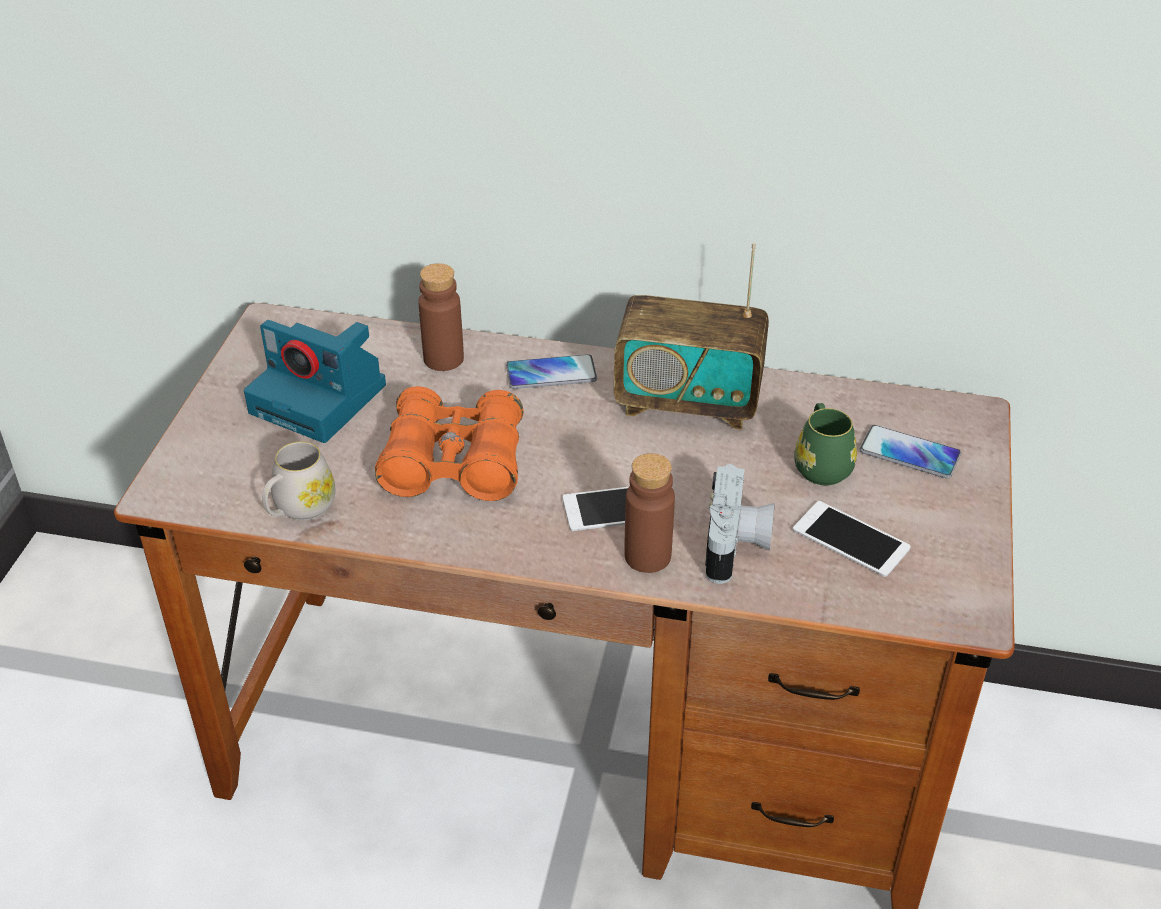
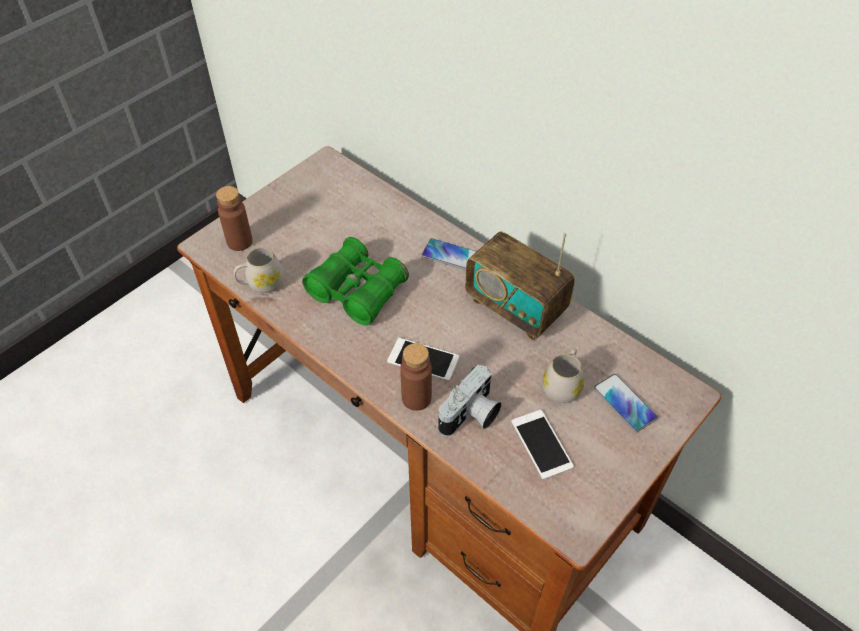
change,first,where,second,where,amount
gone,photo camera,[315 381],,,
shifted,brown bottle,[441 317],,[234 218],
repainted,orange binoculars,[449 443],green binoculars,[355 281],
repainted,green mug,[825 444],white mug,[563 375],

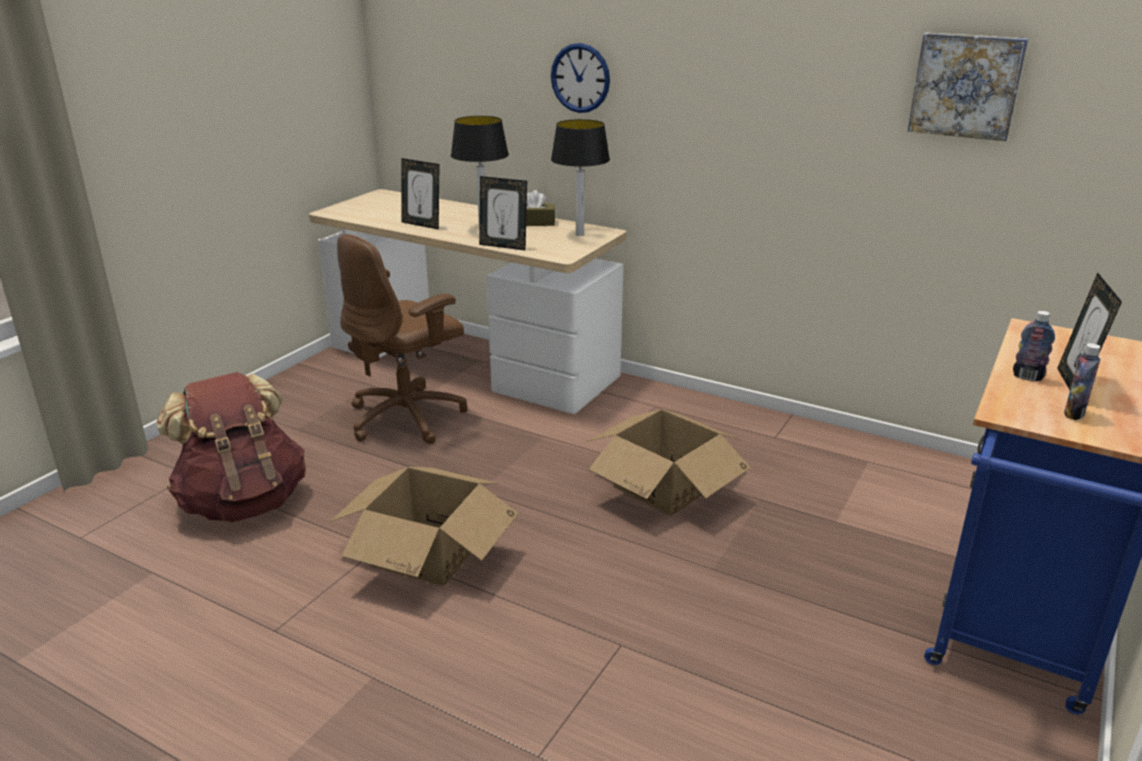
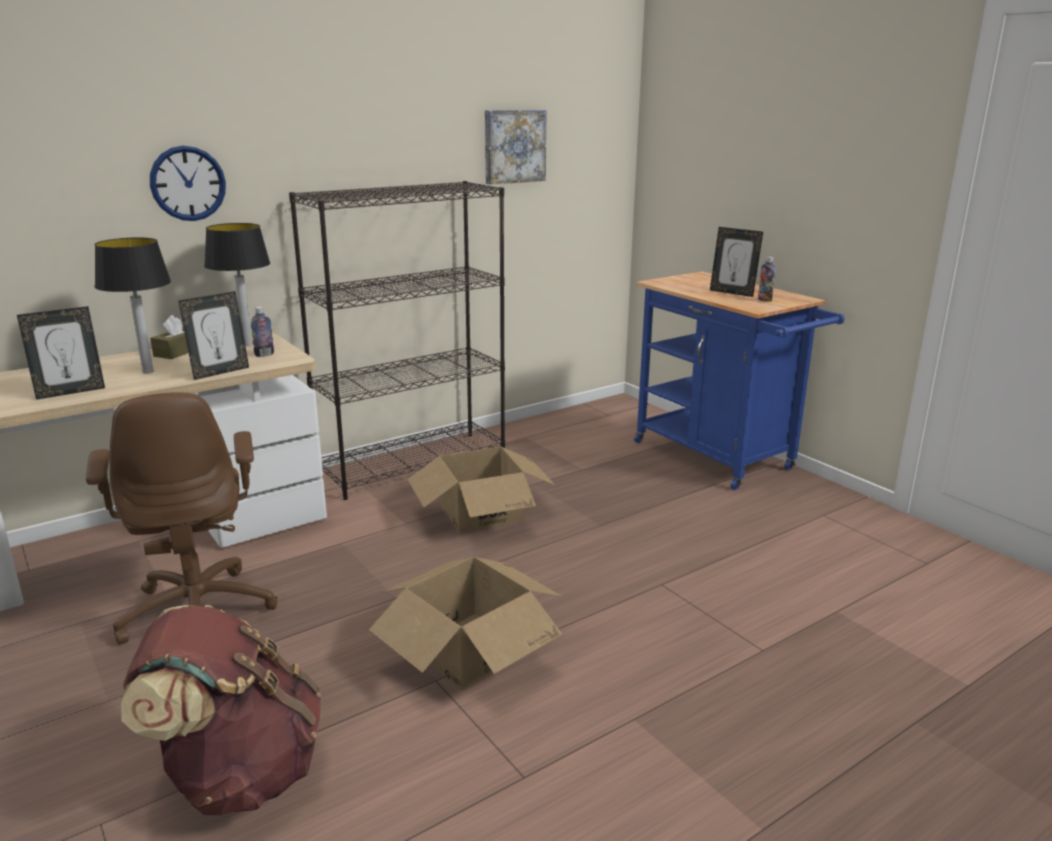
change,first,where,second,where,amount
new,,,black bookcase,[397 340],
shifted,bottle,[1034 346],,[262 332],

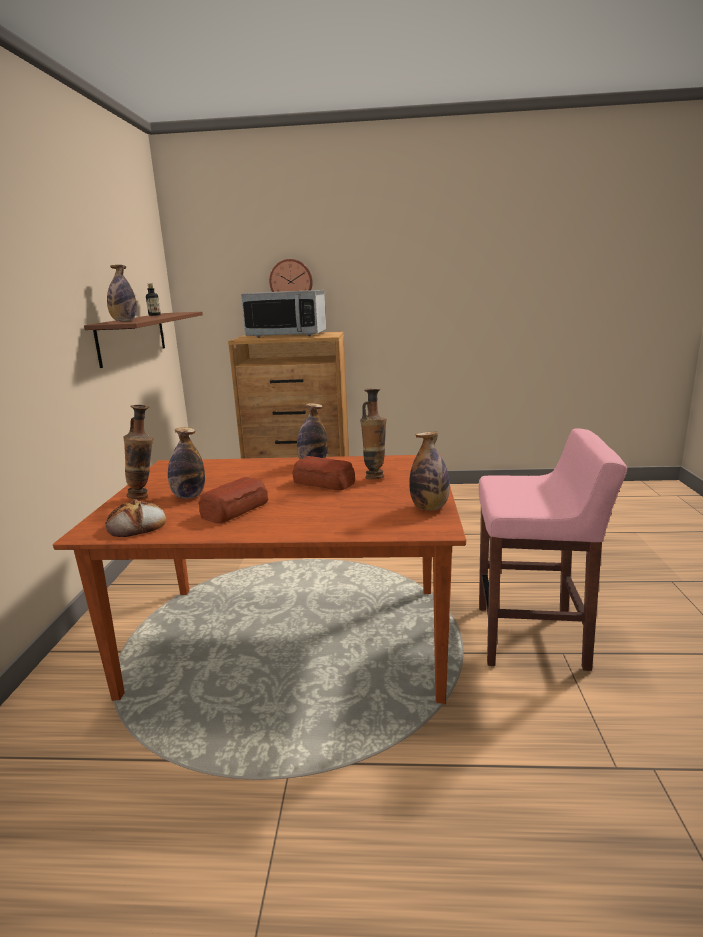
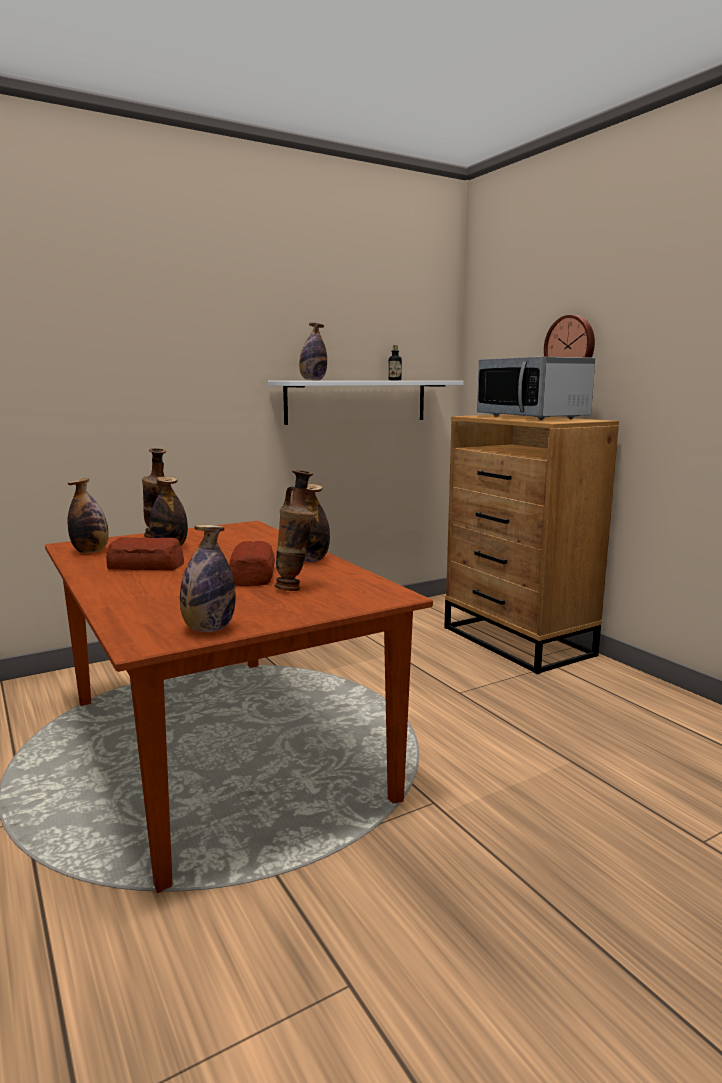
change,first,where,second,where,amount
gone,pink stool,[553 549],,,
swapped,bread,[135 518],bottle,[88 515],
repainted,brown shelf,[143 340],white shelf,[365 403],

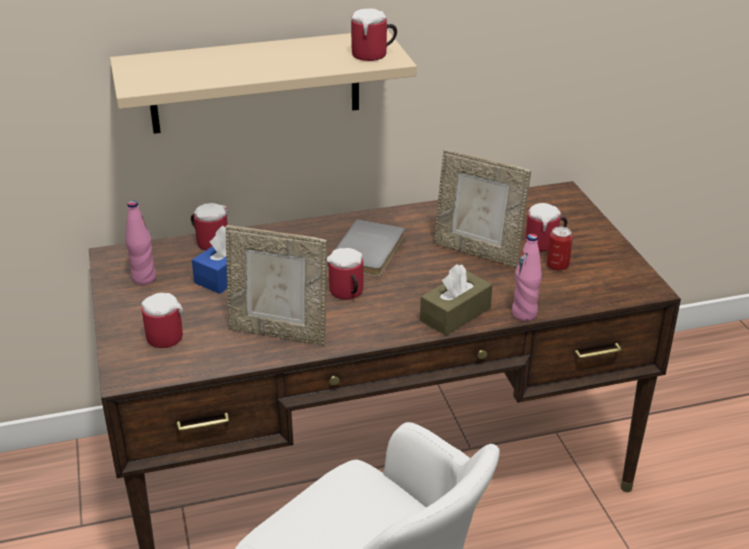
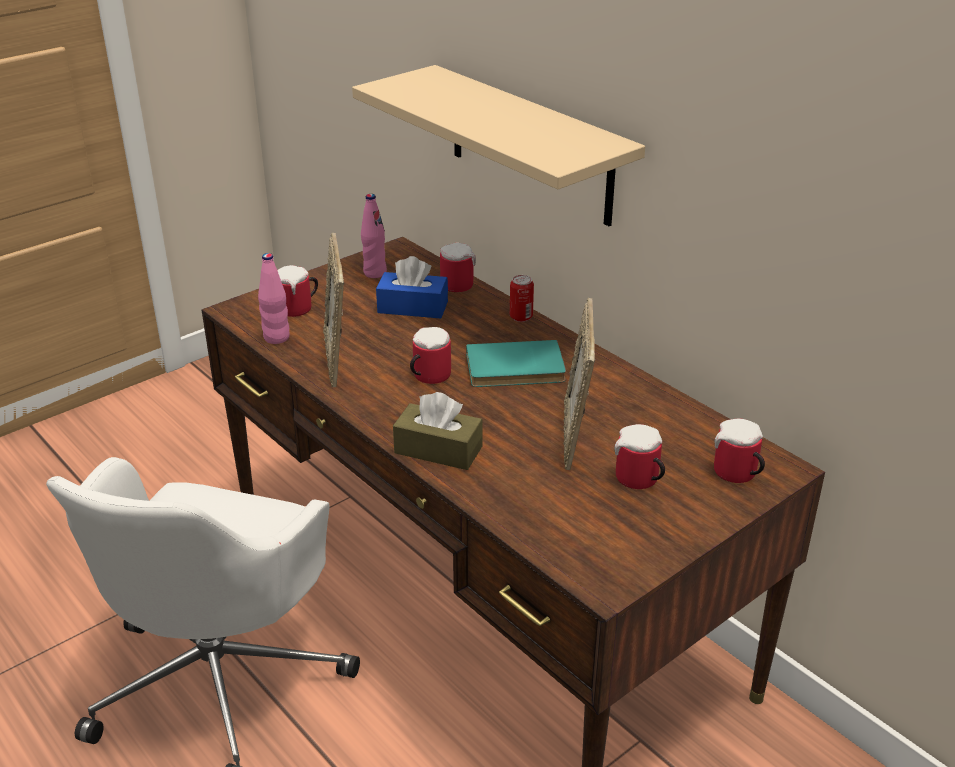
change,first,where,second,where,amount
shifted,mug,[374 35],,[739 451],
shifted,pink bottle,[527 277],,[274 298],
shifted,can,[560 249],,[522 298],
repainted,grey book,[366 248],turquoise book,[516 363],

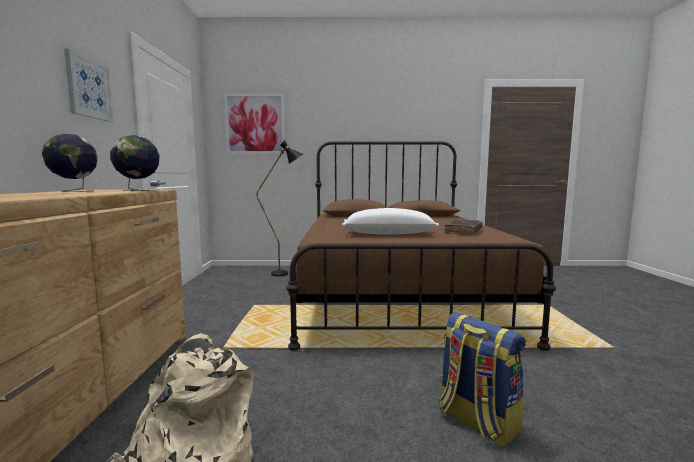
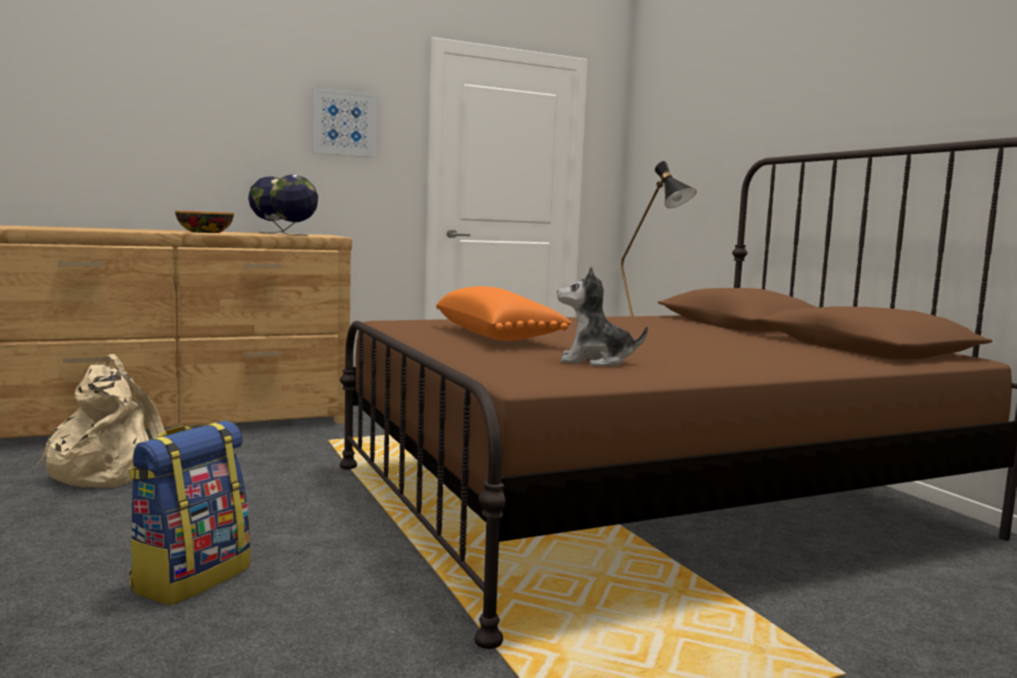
change,first,where,second,where,amount
gone,picture,[254 123],,,
new,,,bowl,[204 222],
swapped,brown book,[463 227],plush toy,[602 316],
repainted,white pillow,[390 221],orange pillow,[504 313],

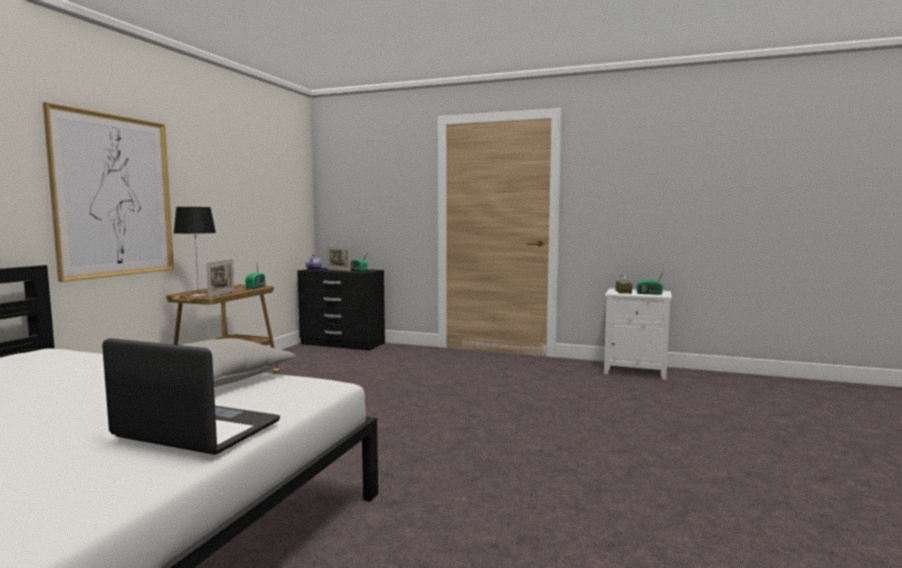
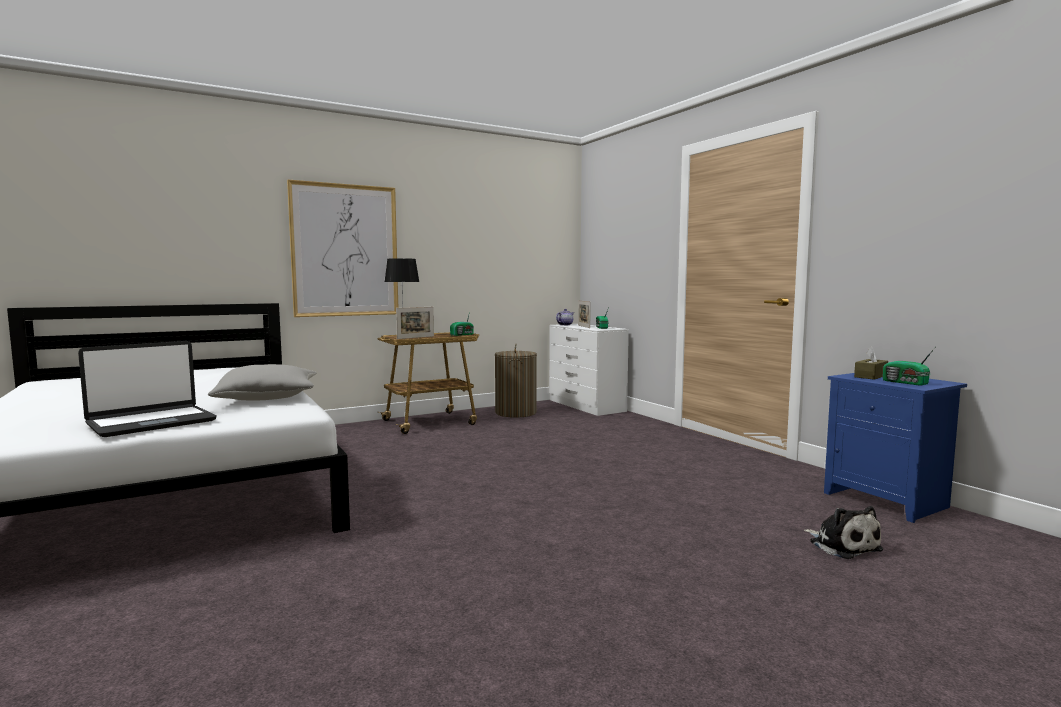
change,first,where,second,where,amount
new,,,laundry basket,[516 381],
new,,,plush toy,[843 532],
repainted,black dresser,[341 309],white dresser,[589 370],
repainted,white nightstand,[638 334],blue nightstand,[895 448],
rotated,laptop,[191 396],,[147 389],75 degrees clockwise

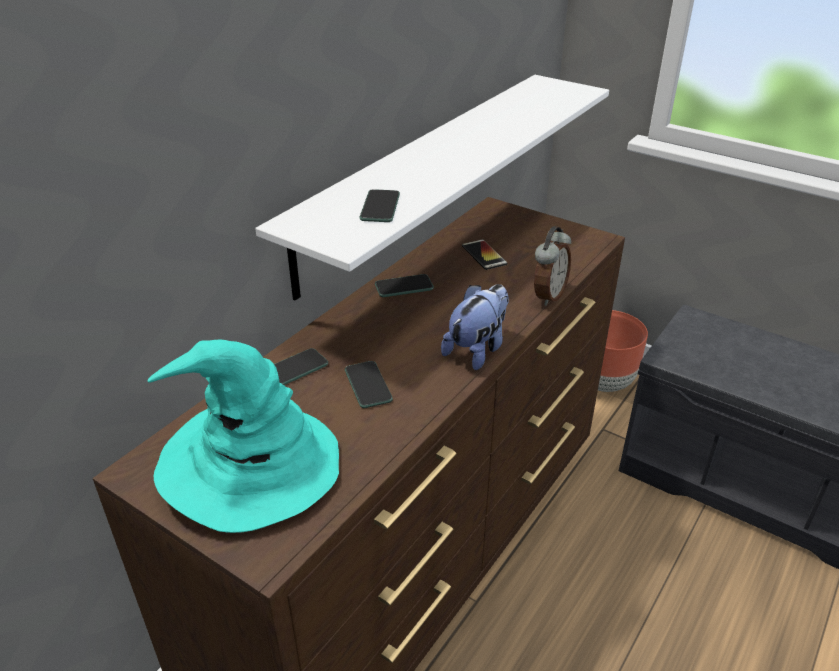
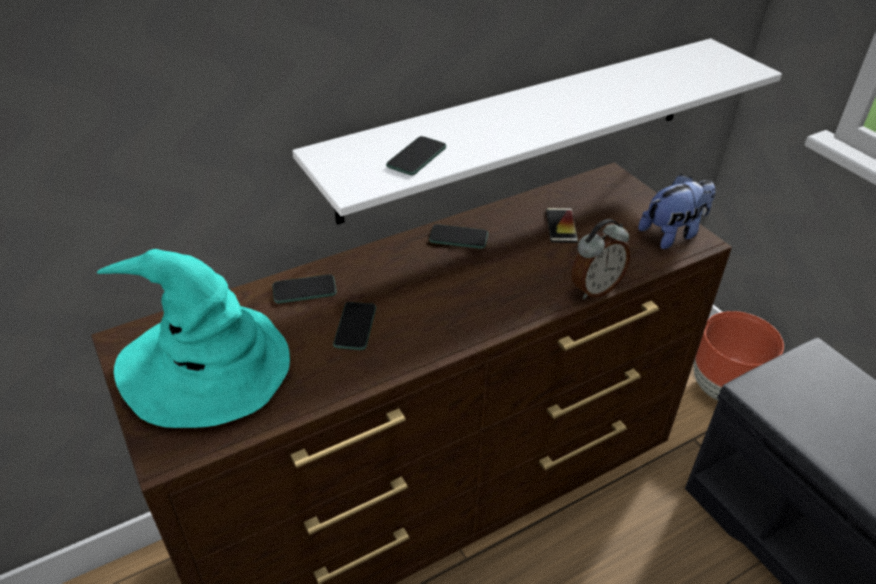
change,first,where,second,where,amount
shifted,plush toy,[475 327],,[677 211],

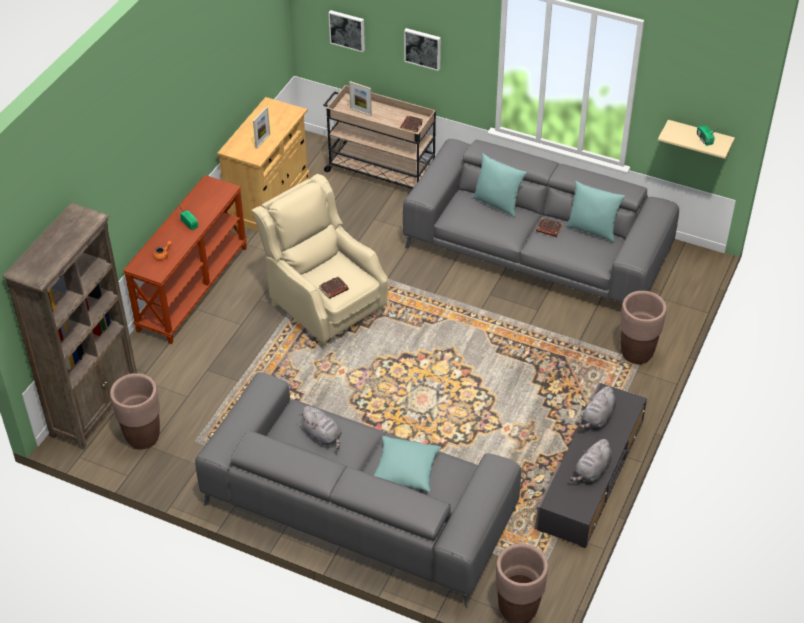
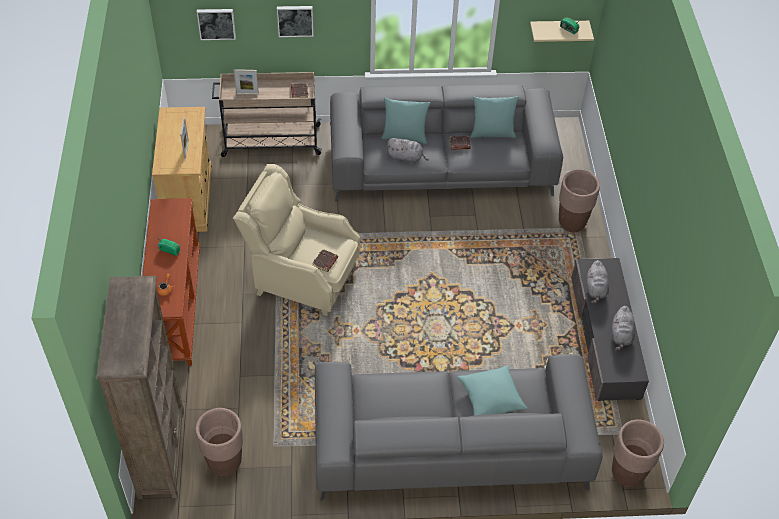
change,first,where,second,where,amount
shifted,grey plush toy,[320 427],,[408 150],

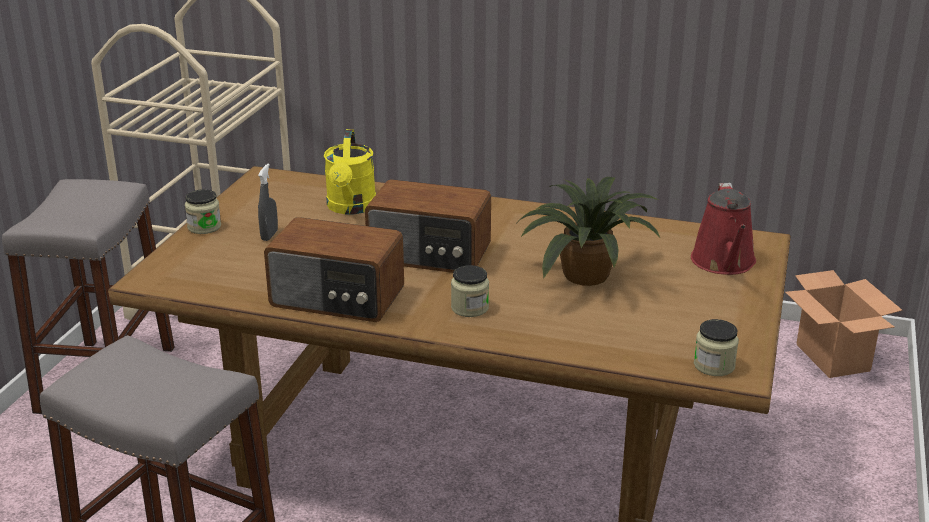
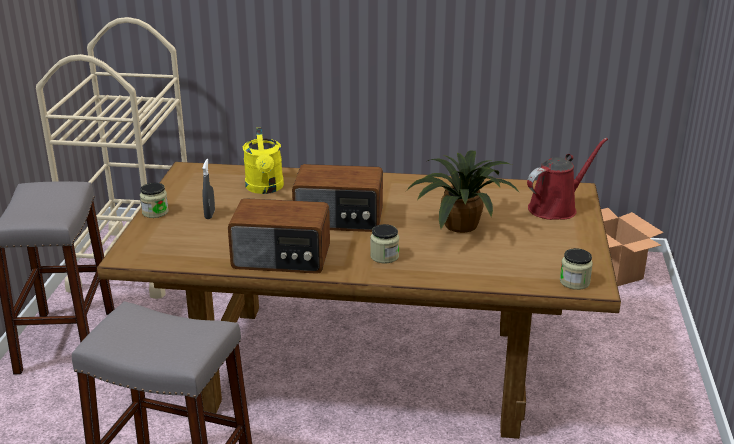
change,first,where,second,where,amount
rotated,red watering can,[723 229],,[567 179],120 degrees counterclockwise

